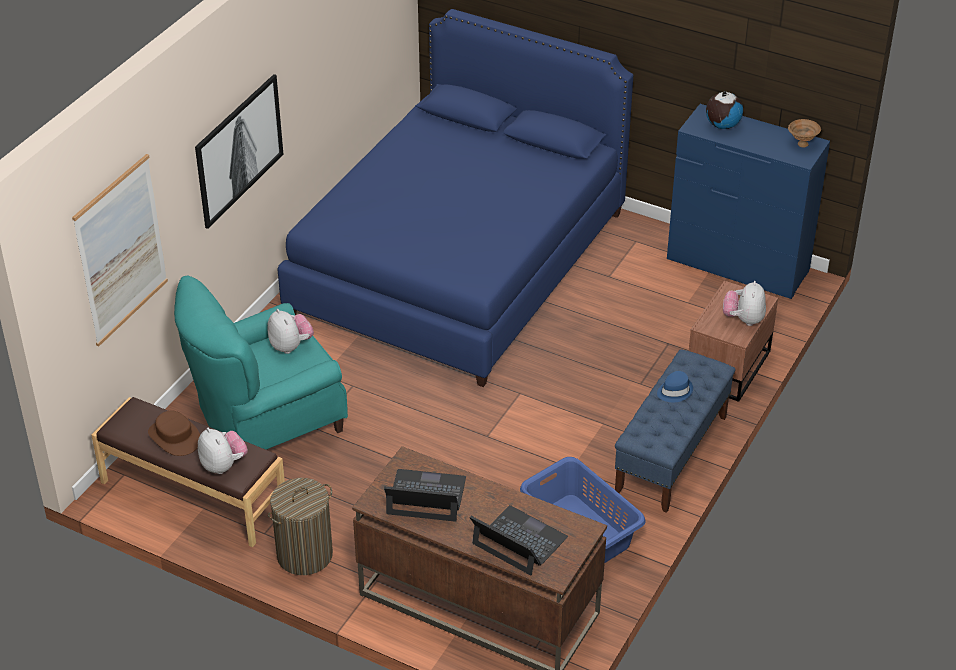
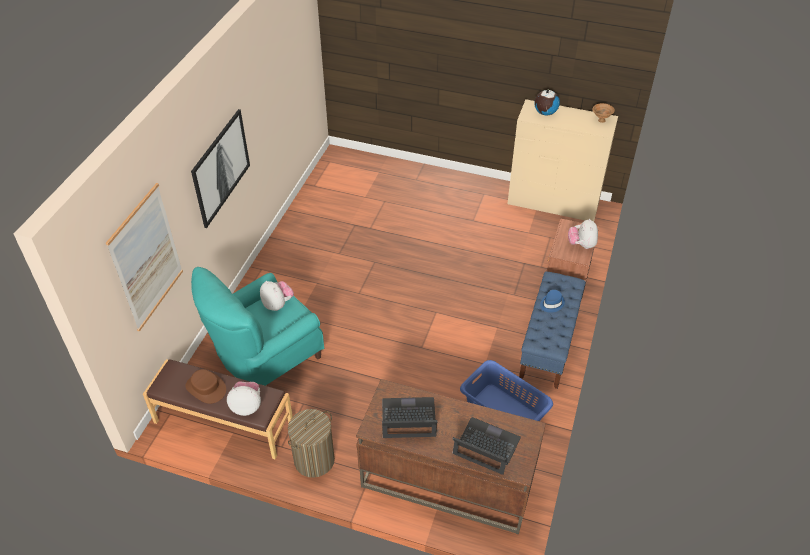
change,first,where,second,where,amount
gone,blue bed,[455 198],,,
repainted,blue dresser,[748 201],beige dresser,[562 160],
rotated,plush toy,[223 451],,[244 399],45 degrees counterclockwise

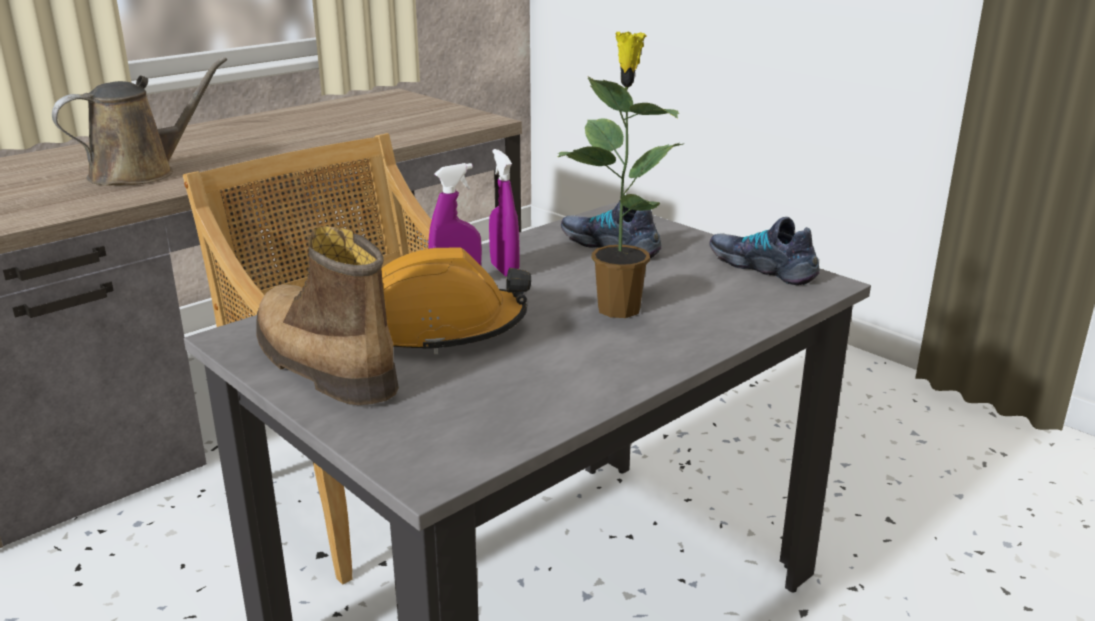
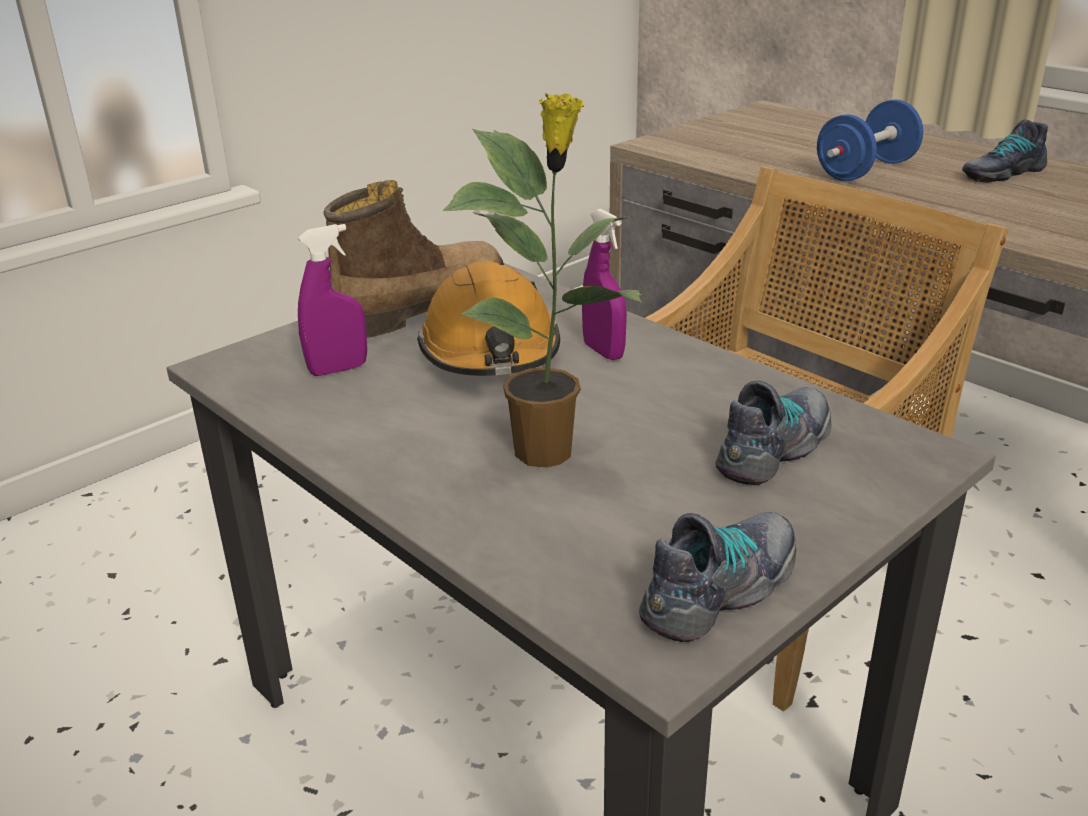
change,first,where,second,where,amount
new,,,shoe,[1005 151],
shifted,purple spray bottle,[504 213],,[332 300],
swapped,brown watering can,[139 121],blue dumbbell,[870 140],

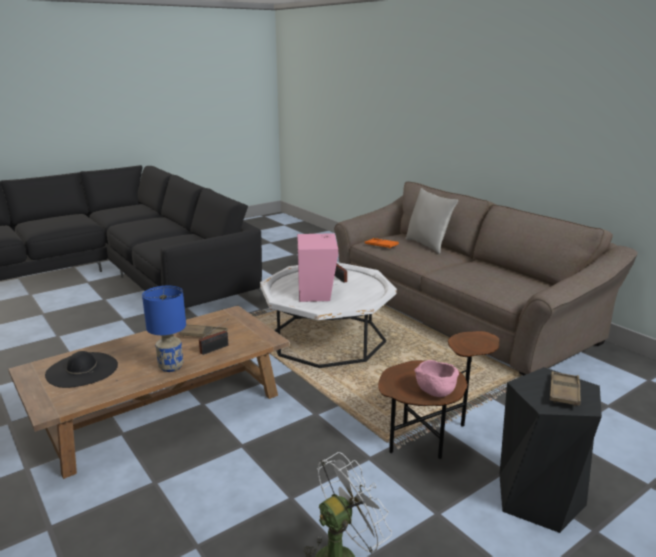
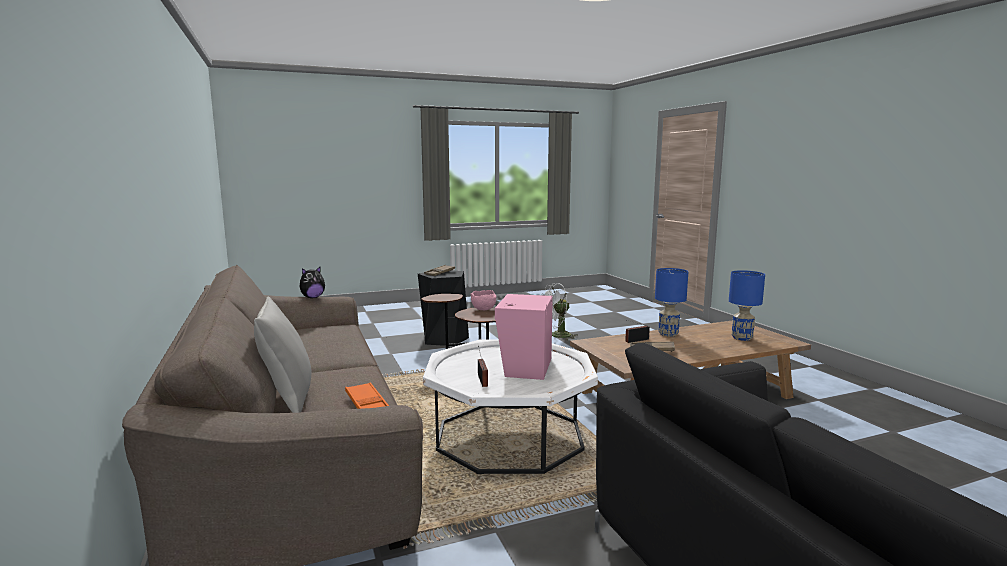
change,first,where,second,where,amount
new,,,plush toy,[312 282],
swapped,black hat,[81 369],blue table lamp,[747 305],

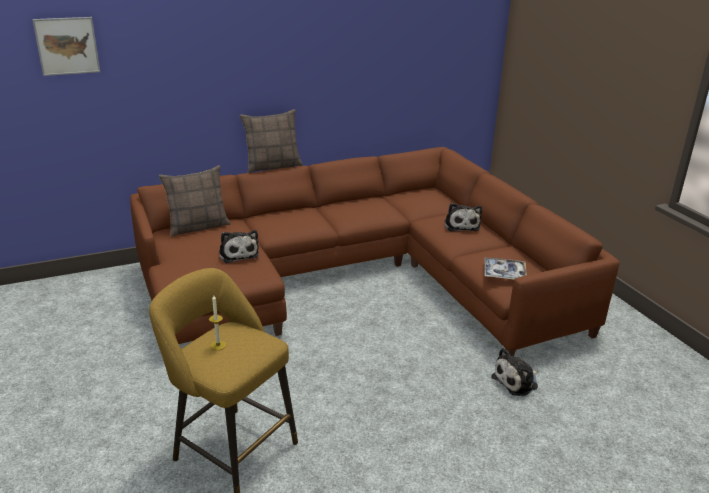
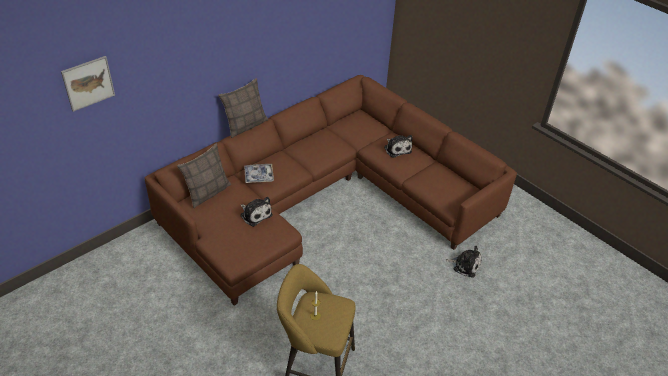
change,first,where,second,where,amount
shifted,tray,[505 269],,[259 173],
rotated,plush toy,[514 372],,[463 261],105 degrees counterclockwise

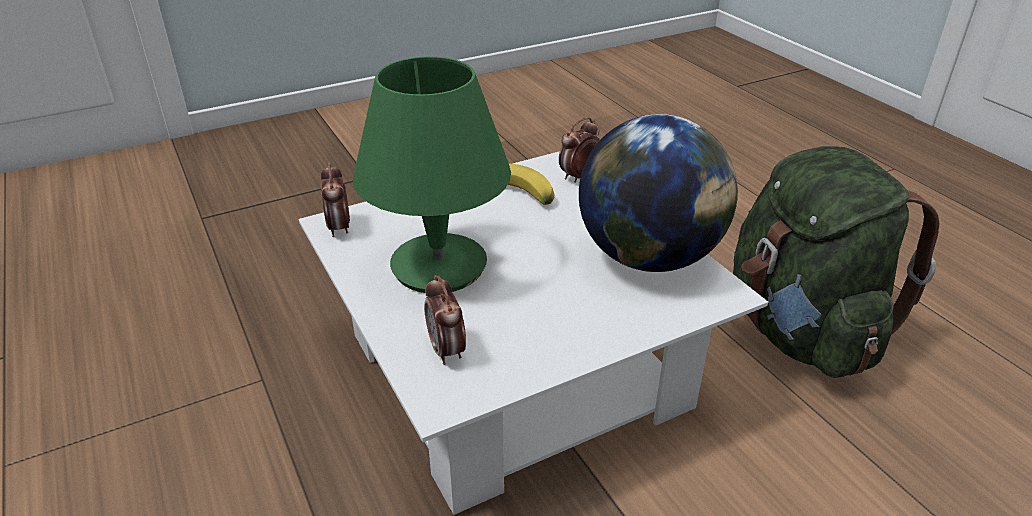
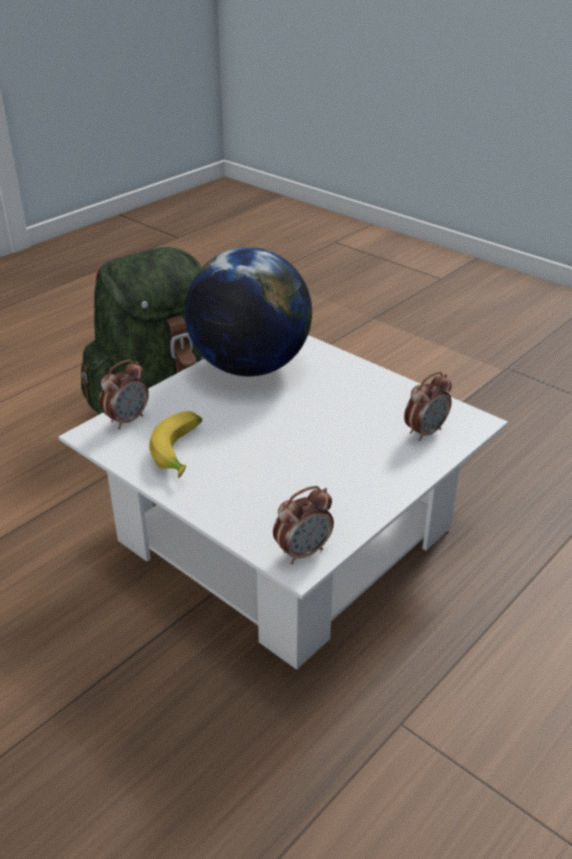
change,first,where,second,where,amount
gone,green table lamp,[432 175],,,
rotated,alarm clock,[579 150],,[124 394],75 degrees counterclockwise

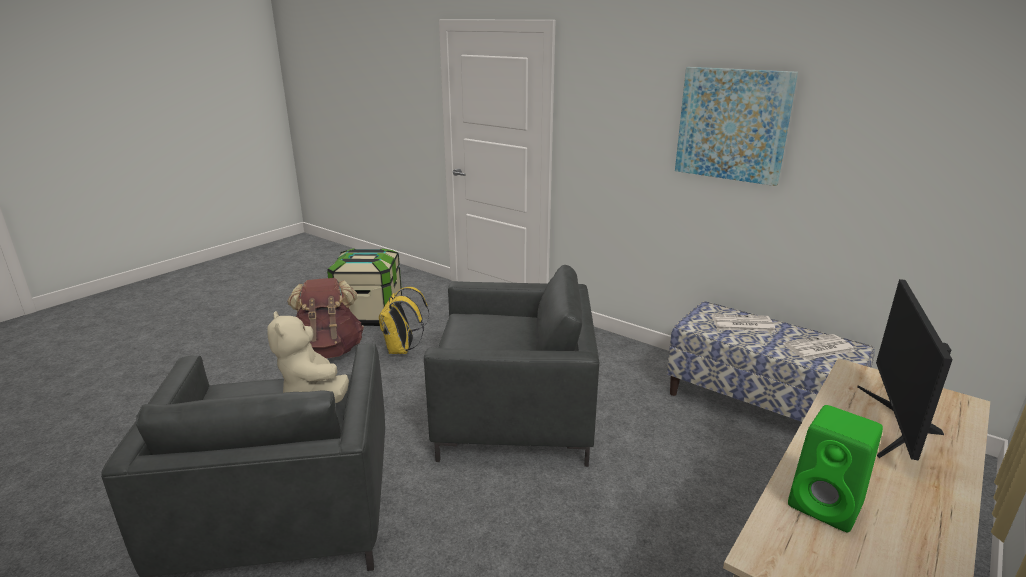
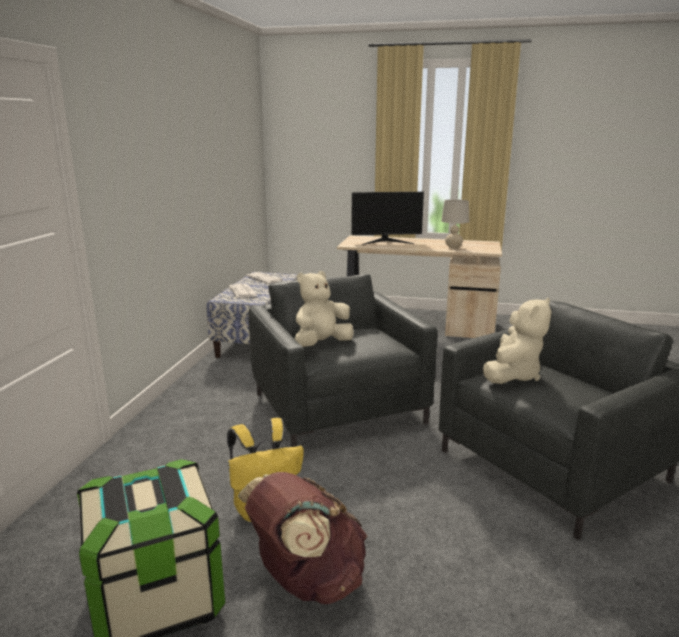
change,first,where,second,where,amount
gone,picture,[736 126],,,
new,,,beige plush toy,[324 309],
swapped,green speaker,[835 468],beige table lamp,[455 224],

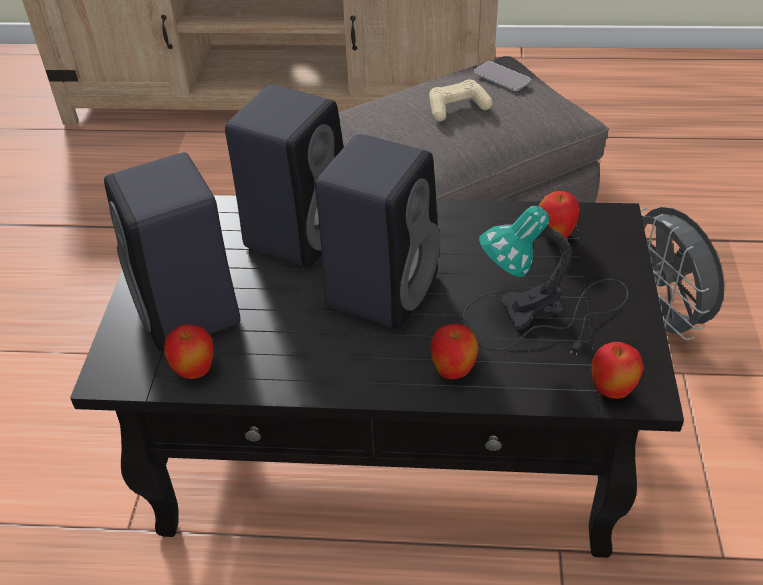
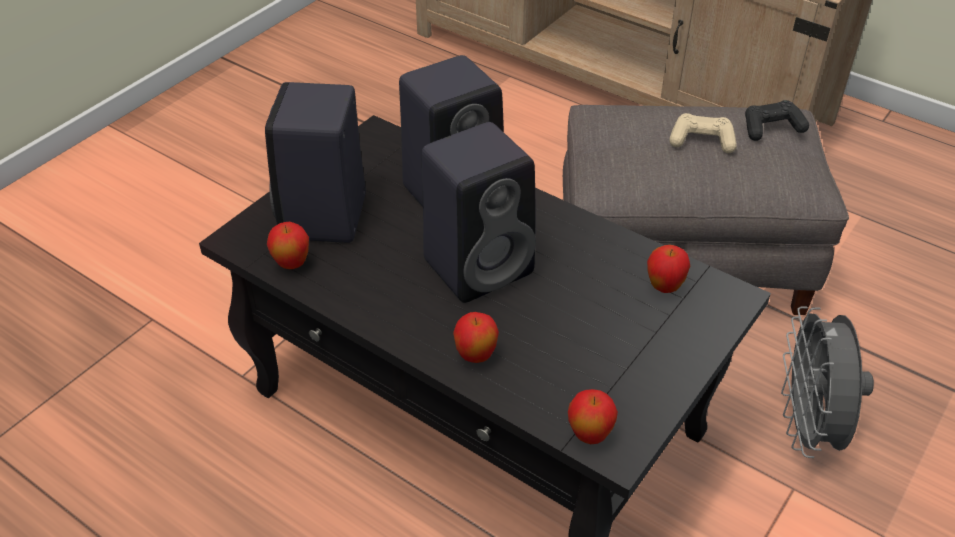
change,first,where,second,where,amount
gone,table lamp,[546 280],,,
swapped,phone,[502 76],black game controller,[777 120],

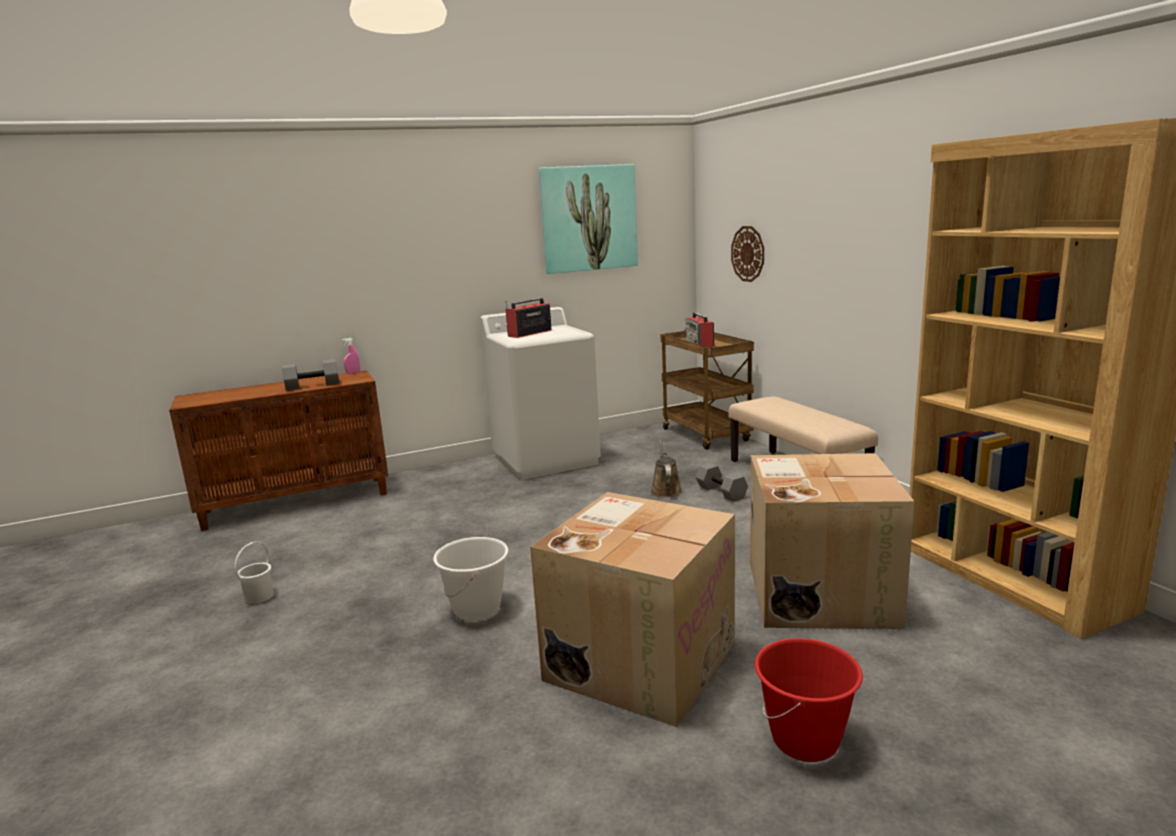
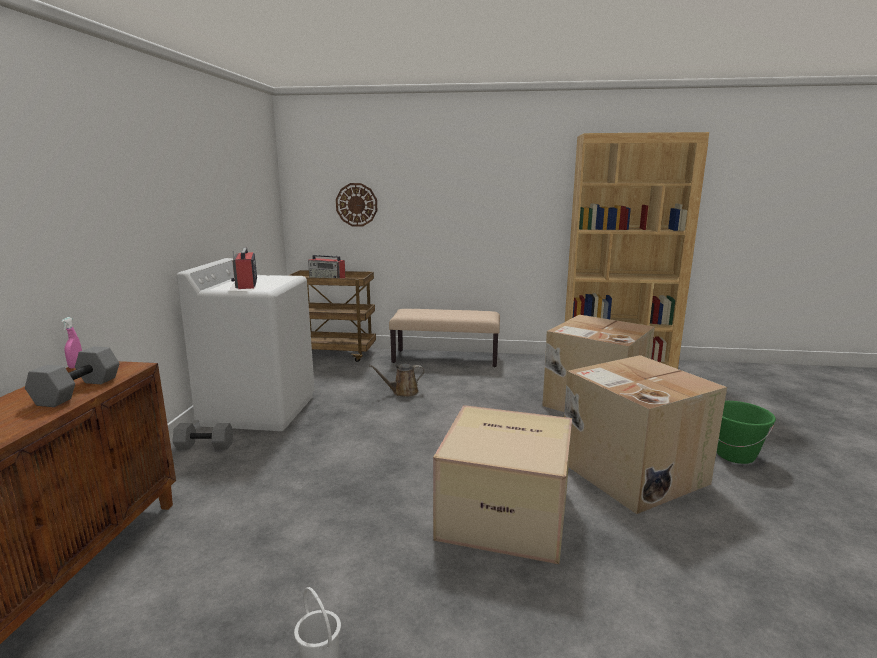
change,first,where,second,where,amount
gone,picture,[588 219],,,
shifted,grey dumbbell,[722 482],,[202 436],
swapped,white bucket,[470 579],cardboard box,[502 484],
repainted,red bucket,[809 700],green bucket,[746 432],
rotated,brown watering can,[666 469],,[397 380],45 degrees counterclockwise

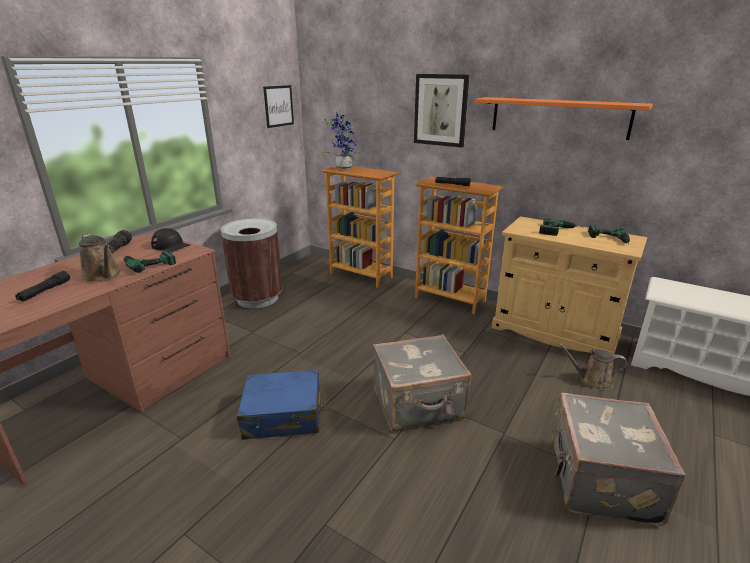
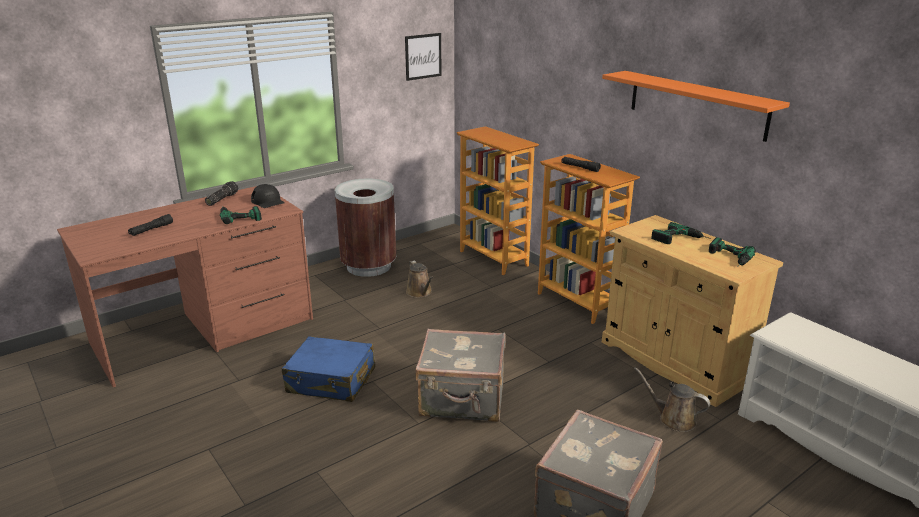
change,first,where,second,where,amount
gone,potted plant,[341 141],,,
gone,picture,[442 111],,,
shifted,brown watering can,[100 258],,[419 279],

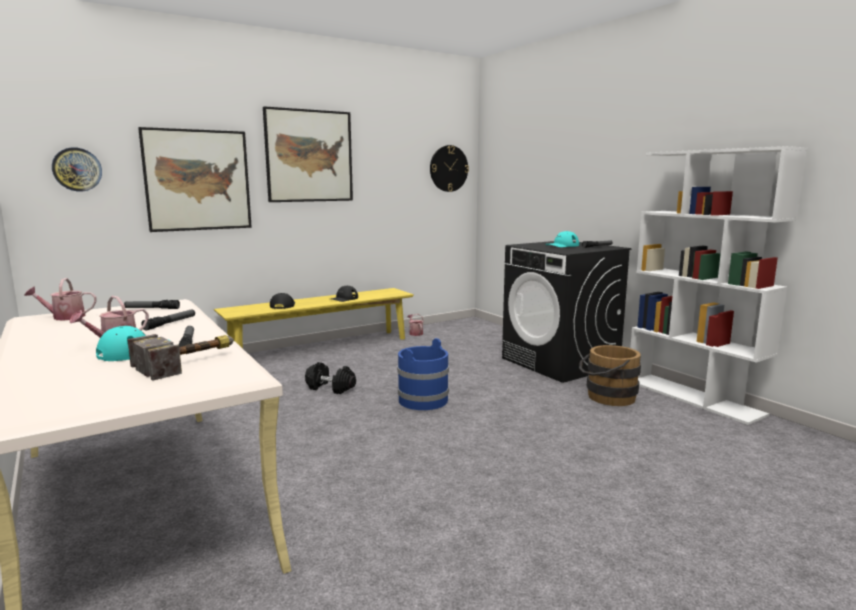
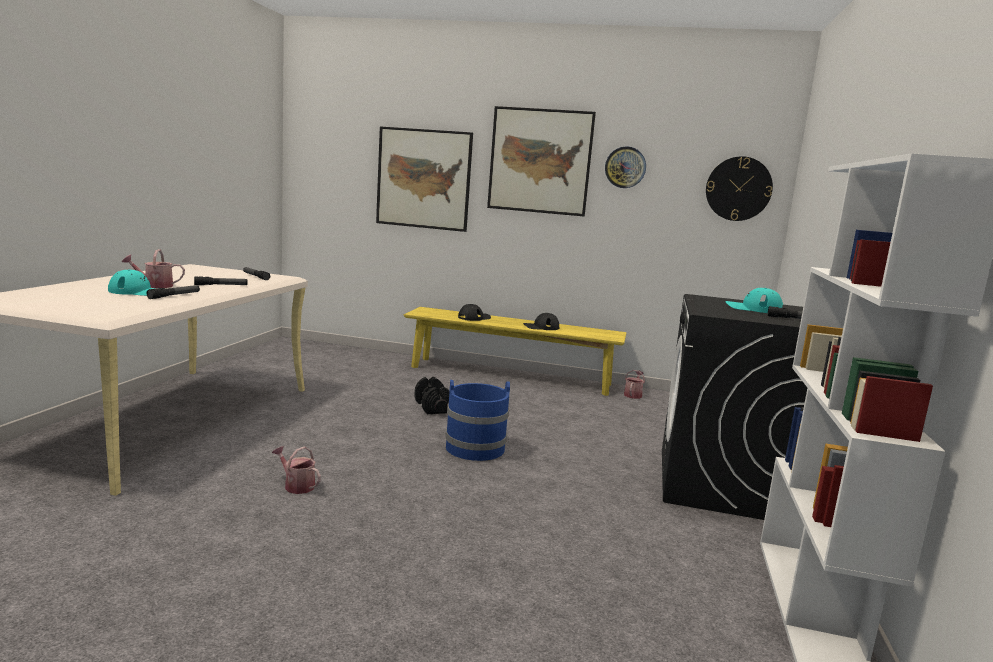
change,first,where,second,where,amount
gone,hammer,[180 357],,,
gone,brown bucket,[610 375],,,
shifted,watering can,[61 299],,[296 470],
shifted,wall clock,[77 170],,[625 167],

